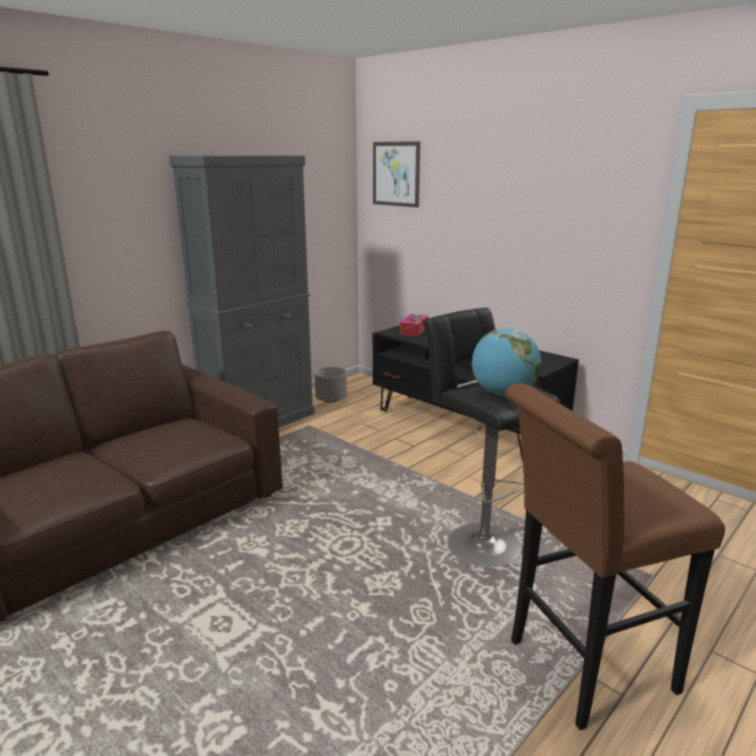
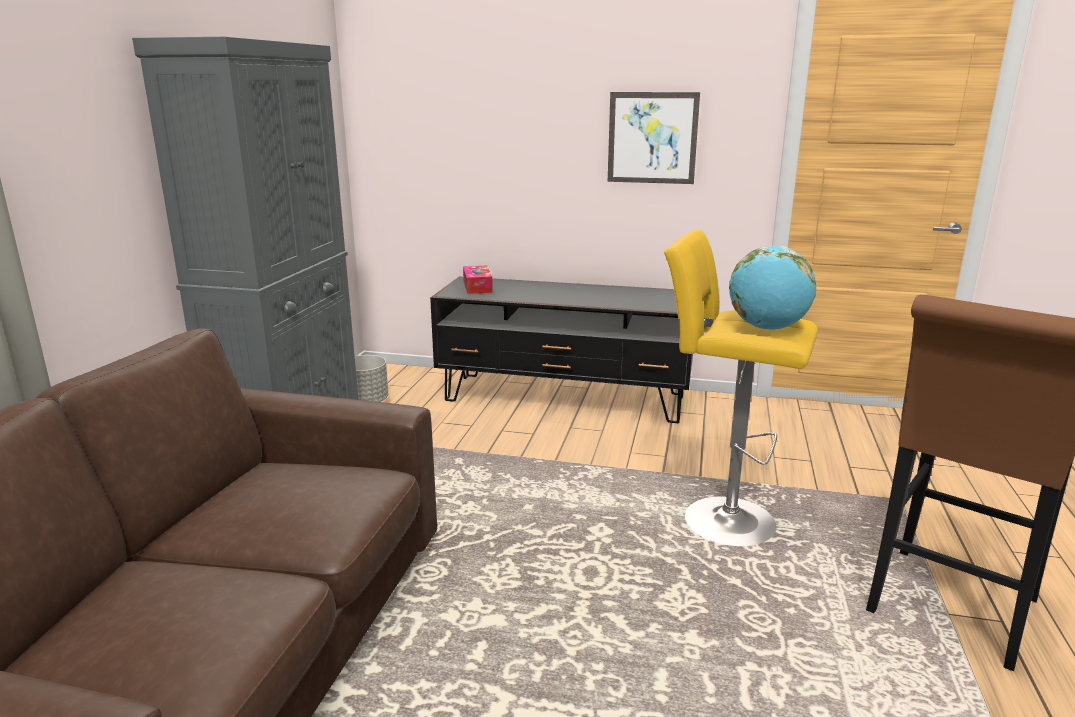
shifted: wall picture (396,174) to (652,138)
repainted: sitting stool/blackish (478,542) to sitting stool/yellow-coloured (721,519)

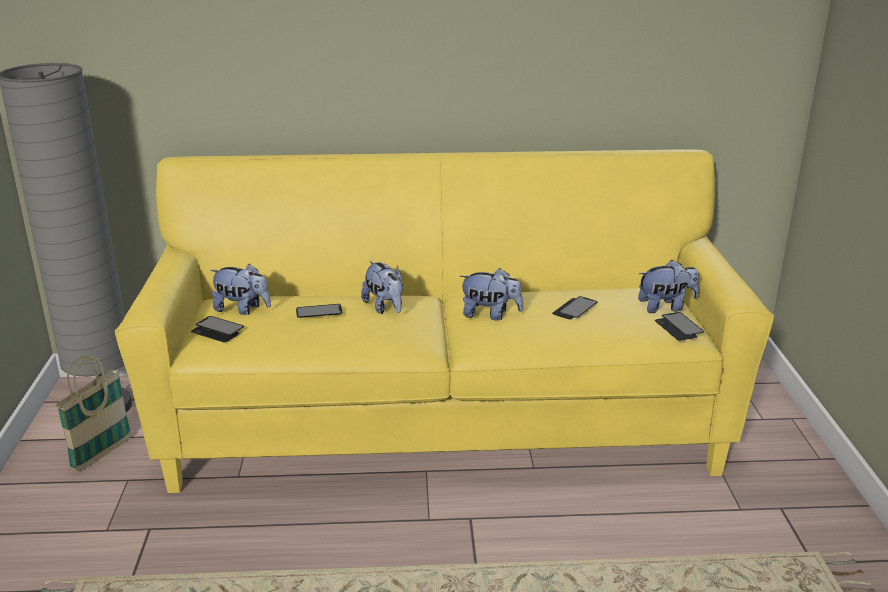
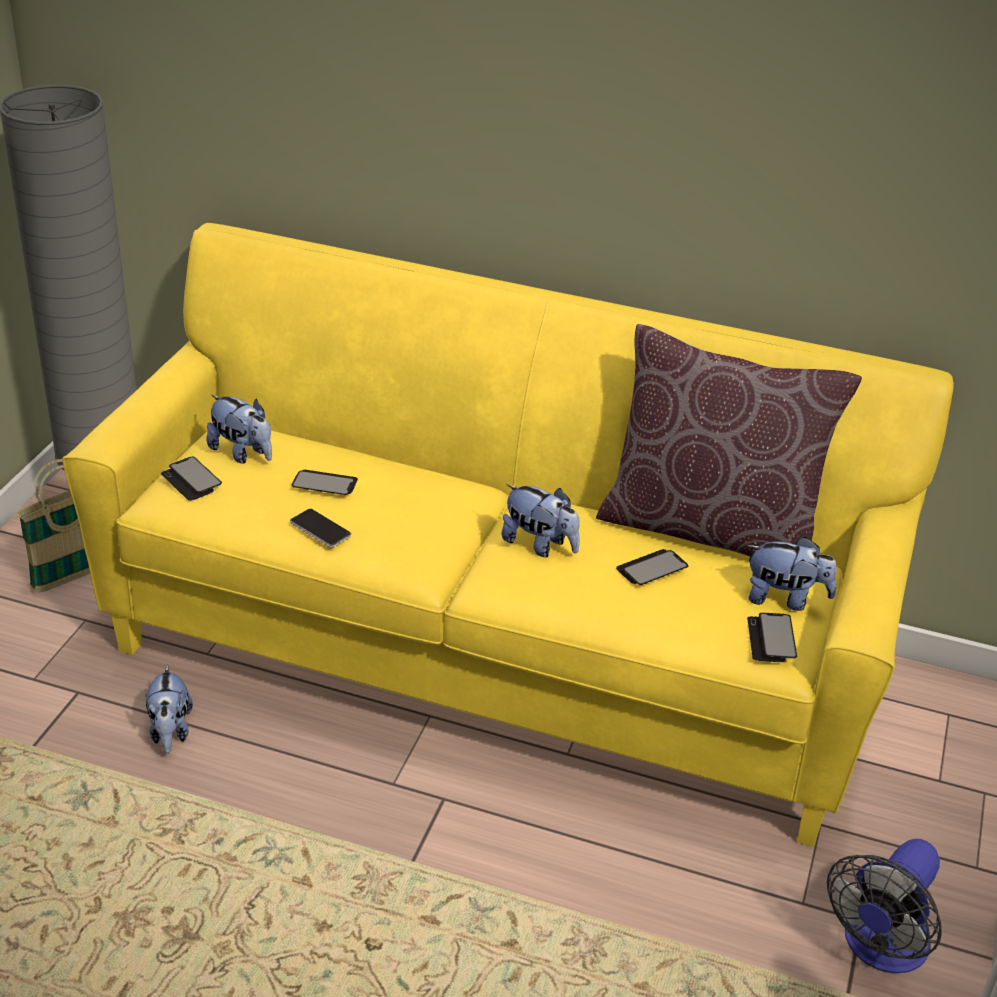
new: handset (320,529); pillow/brown (710,529); electric fan (879,948)
shifted: plush toy (385,308) to (170,731)

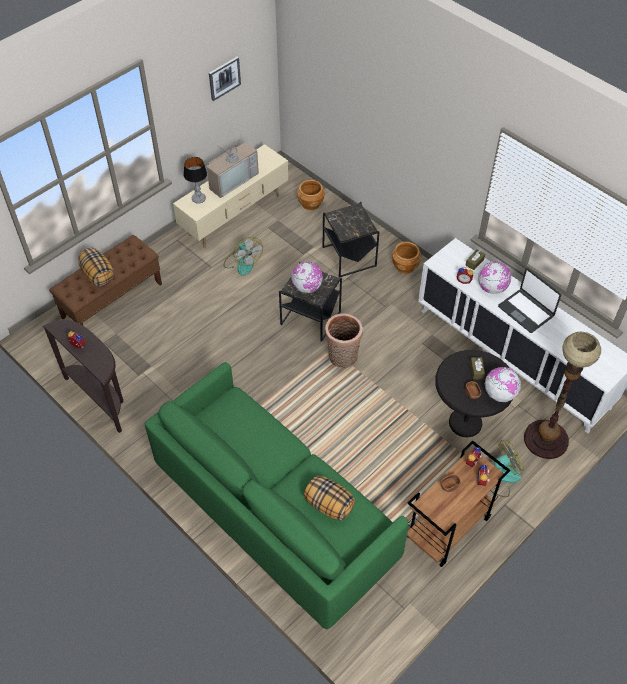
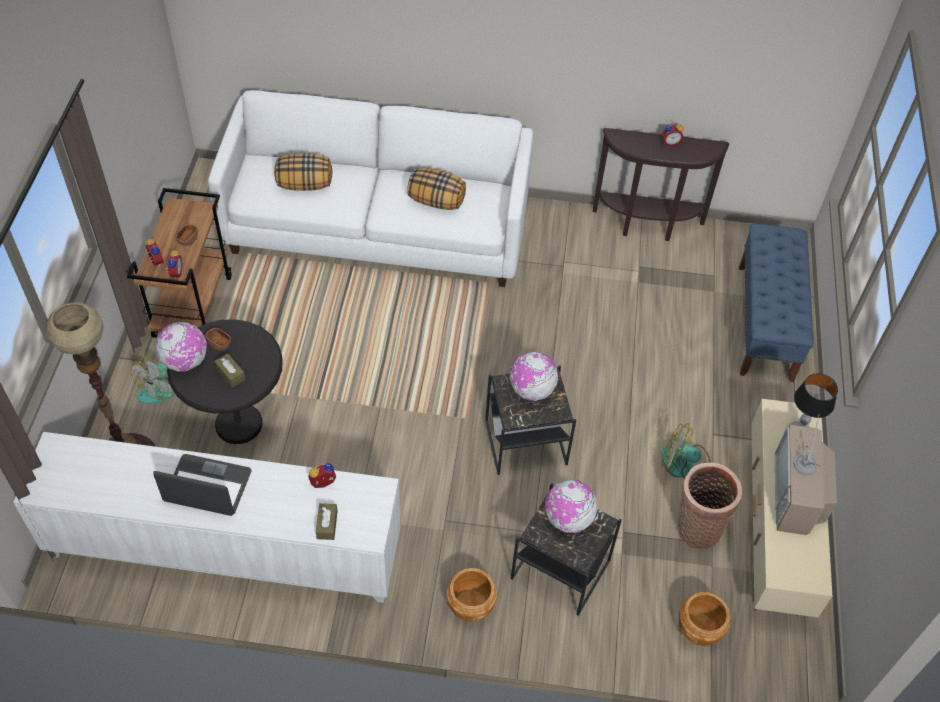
gone: wall picture (224,78)
shifted: pillow (98,275) to (436,201); basket (342,358) to (697,527); world globe (492,288) to (568,519)
repainted: long seat/brown (112,300) to long seat/bluish (765,322); sofa/green (274,512) to sofa/whitish (378,227)

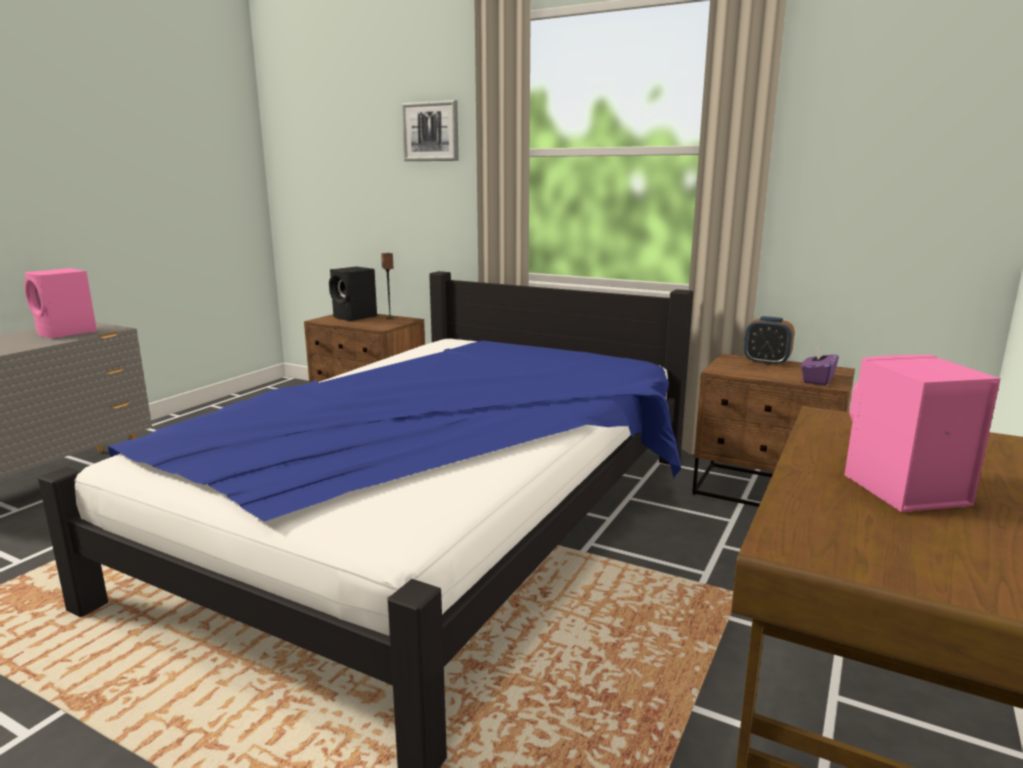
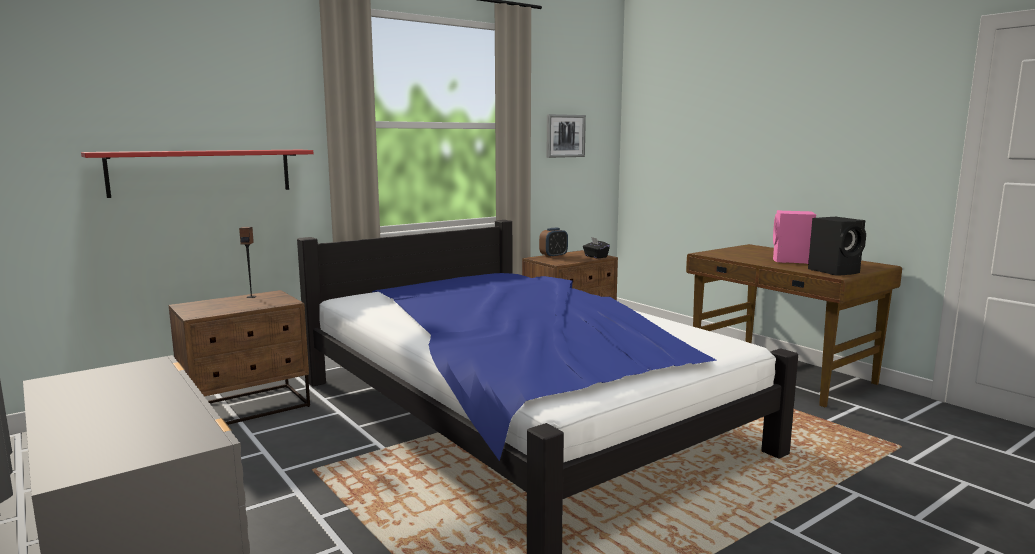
gone: loudspeaker/pink (67,333)
new: shelf/red (202,172)
shifted: loudspeaker/blackish (355,317) to (835,271); wall picture (431,131) to (565,136)
repainted: box of tissues/purplish (817,380) to box of tissues/blackish (595,256)

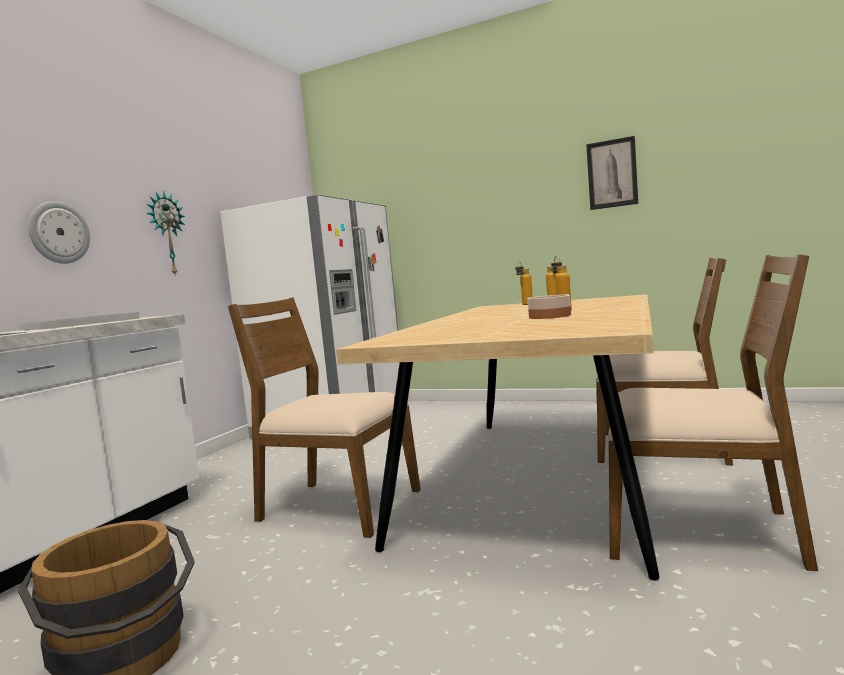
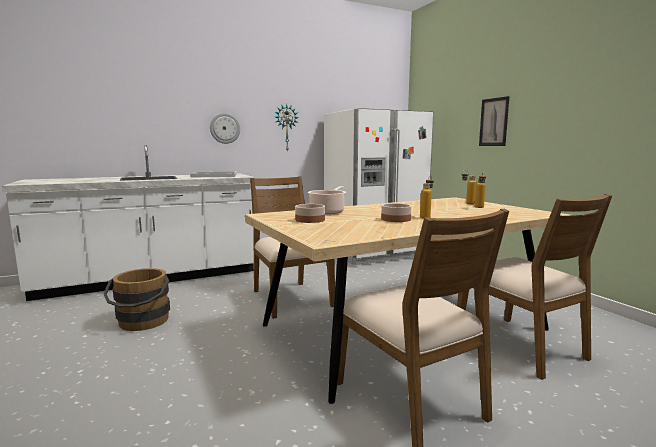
new: deep dish (309,220); cooking pot (328,212)
shifted: wall picture (612,173) to (494,122)

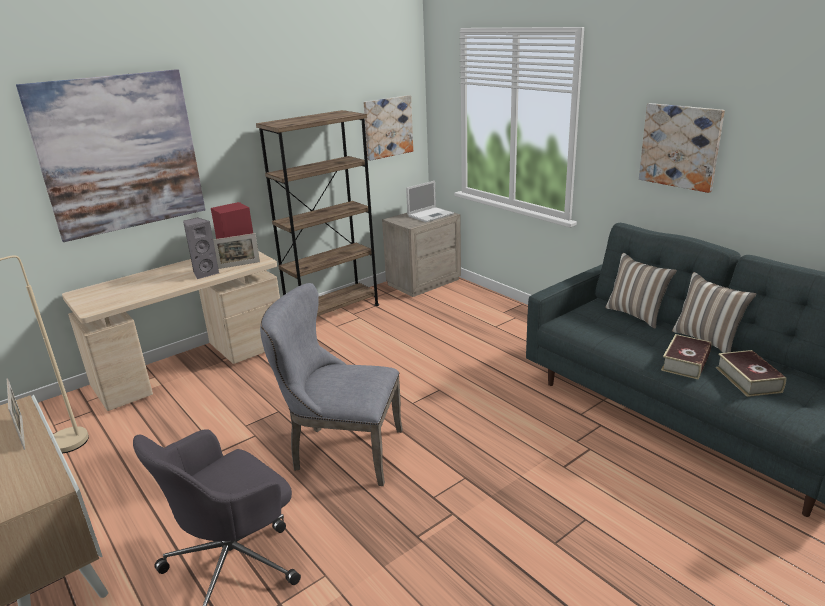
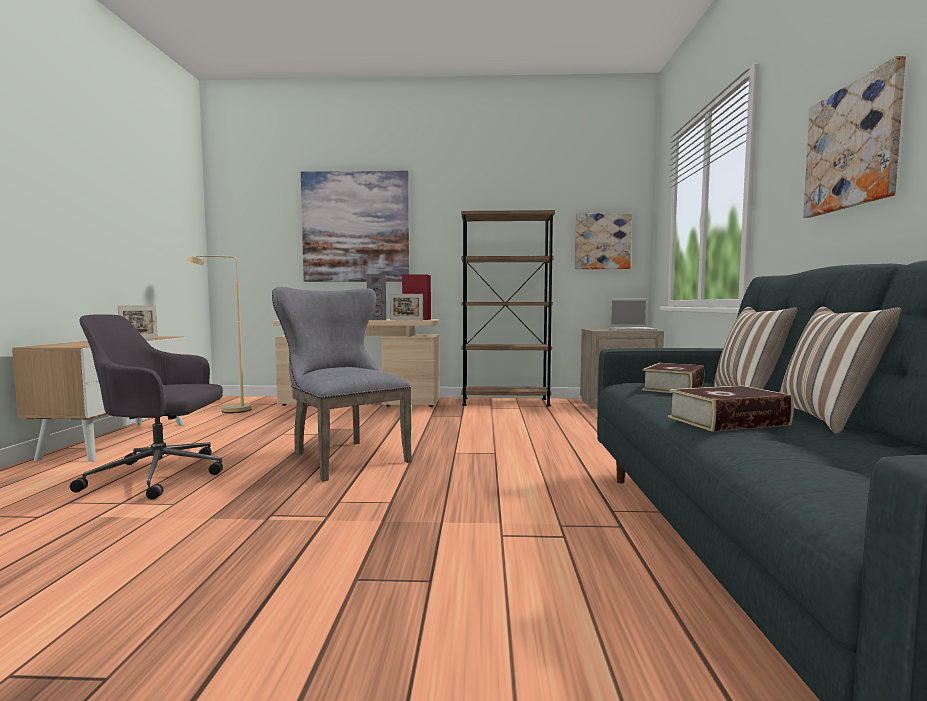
shifted: bound book (748,379) to (673,387)

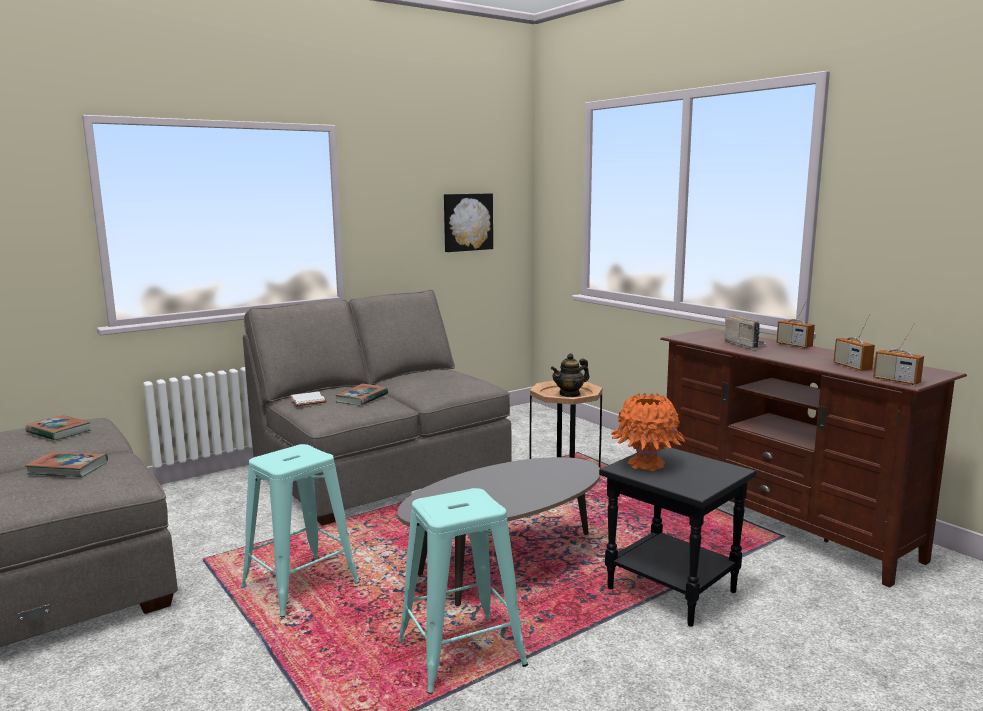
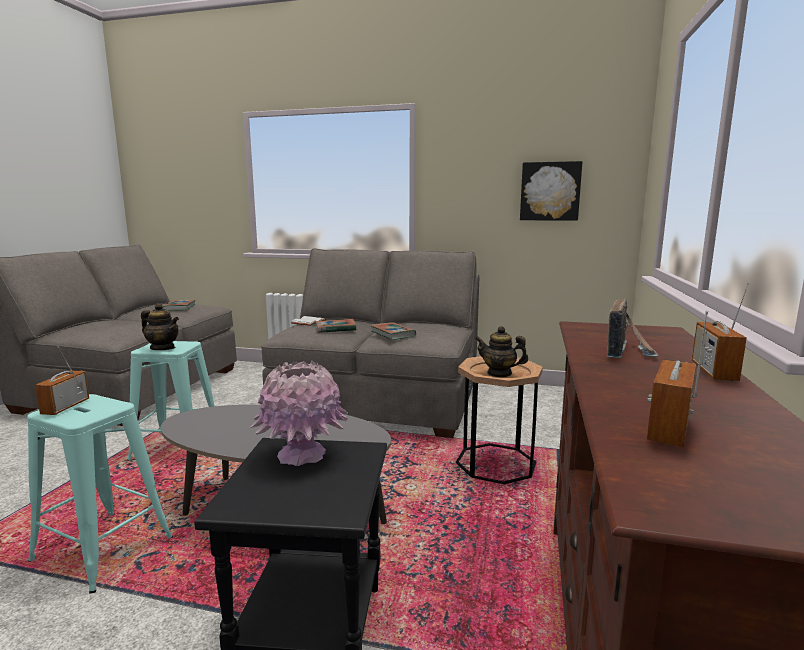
new: pot for tea (163,348)
shifted: bound book (68,468) to (393,334); radio (896,381) to (65,407)
repainted: decorative vase/orangey (646,464) to decorative vase/pink (302,454)

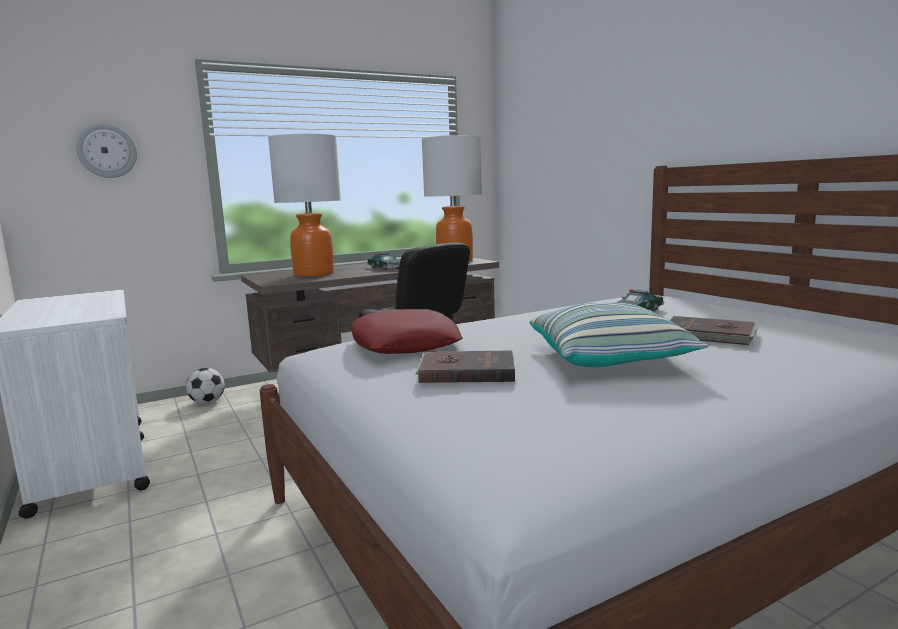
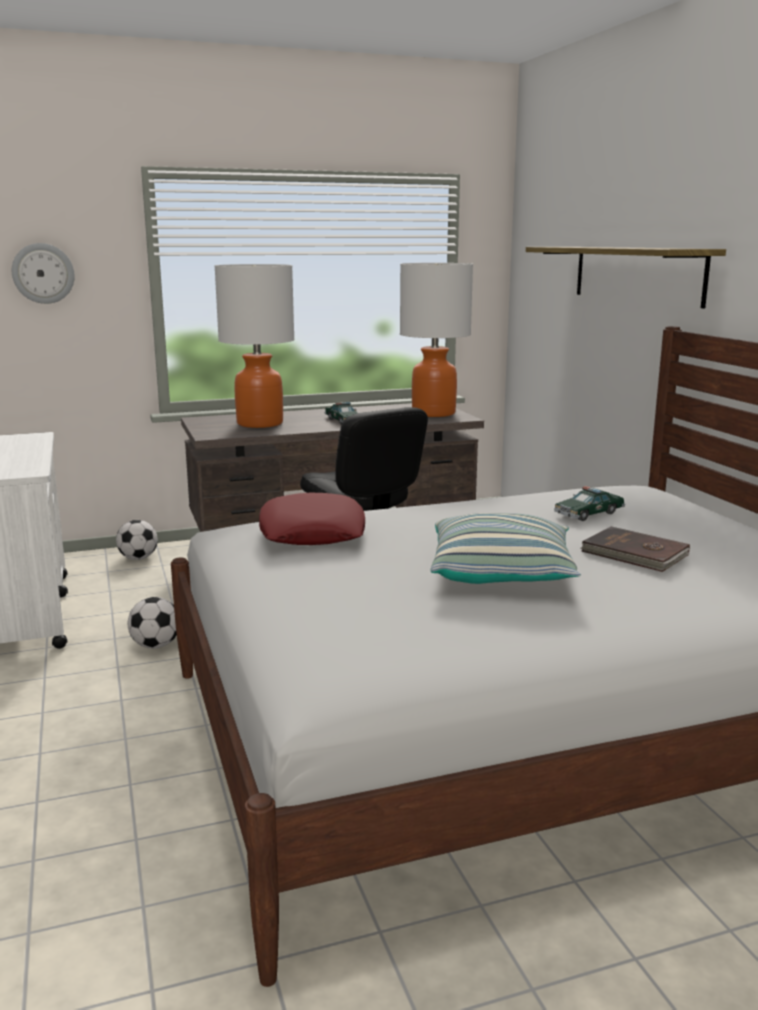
gone: bound book/brown (466,371)
new: football ball (156,645); shelf (636,274)

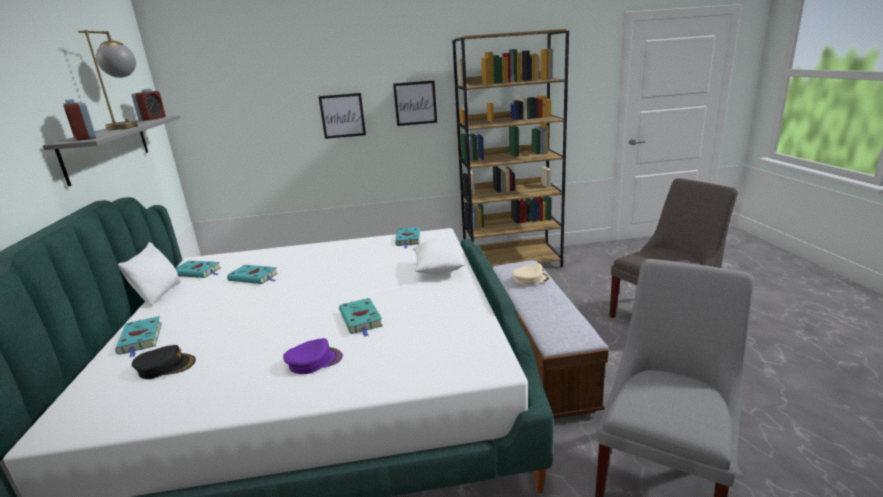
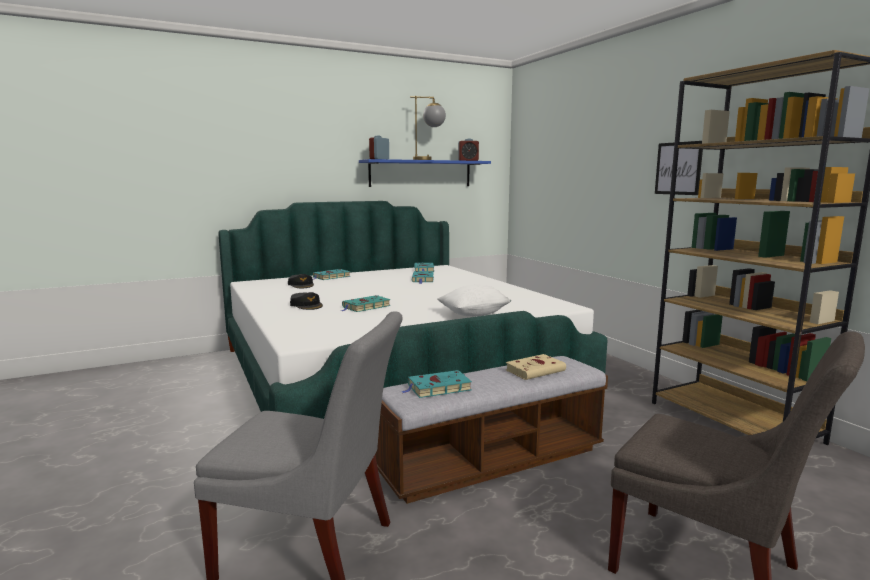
gone: pillow/whitish (159,294); wall picture (342,116)
shifted: bound book/blue-green (408,239) to (437,388)
swapped: peaked cap/sand-coloured (530,279) to bound book/sand-coloured (536,370)
repainted: shelf/grey (107,148) to shelf/bluish (420,173); peaked cap/purplish (314,361) to peaked cap/blackish (306,305)

